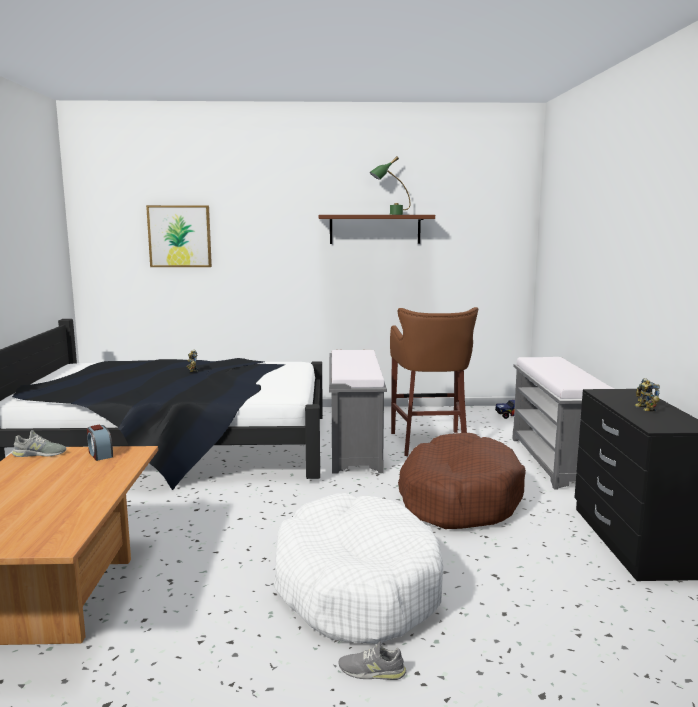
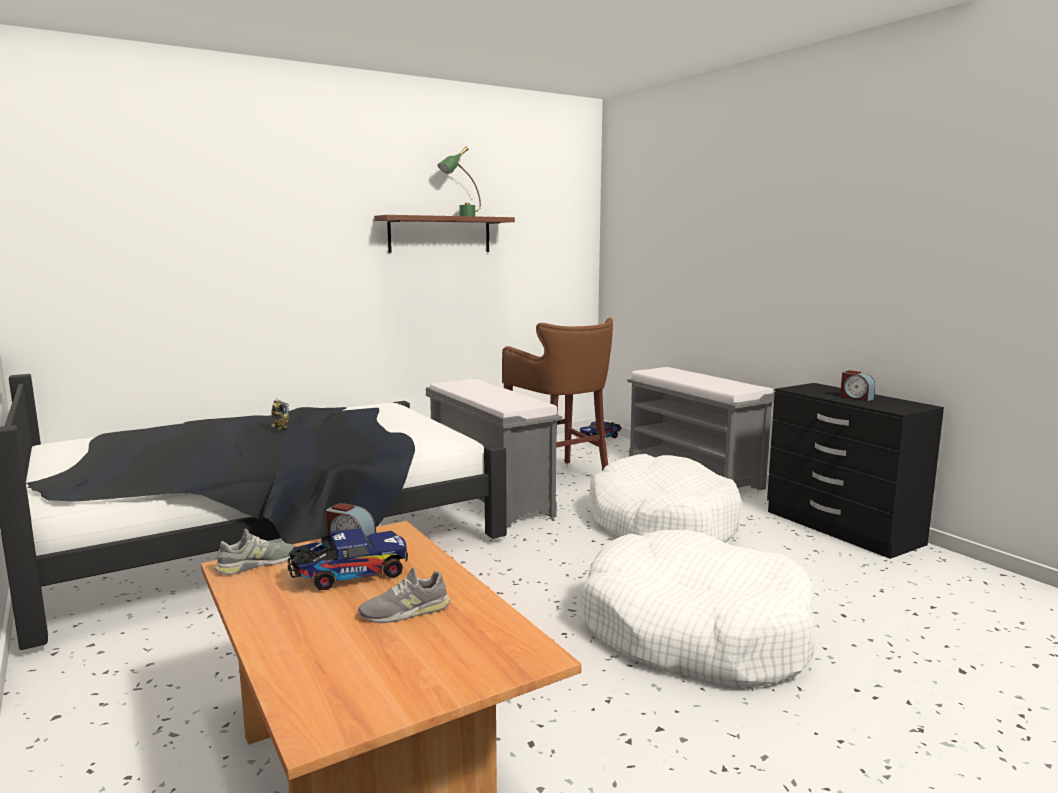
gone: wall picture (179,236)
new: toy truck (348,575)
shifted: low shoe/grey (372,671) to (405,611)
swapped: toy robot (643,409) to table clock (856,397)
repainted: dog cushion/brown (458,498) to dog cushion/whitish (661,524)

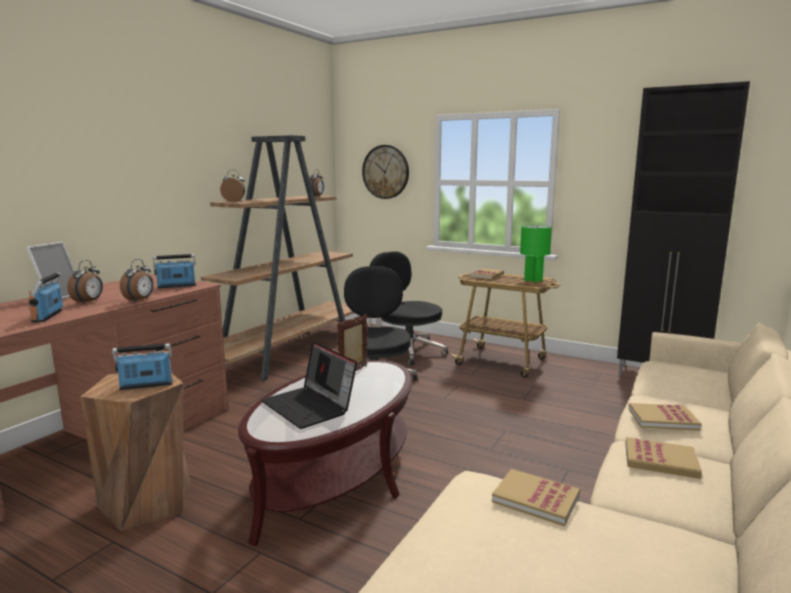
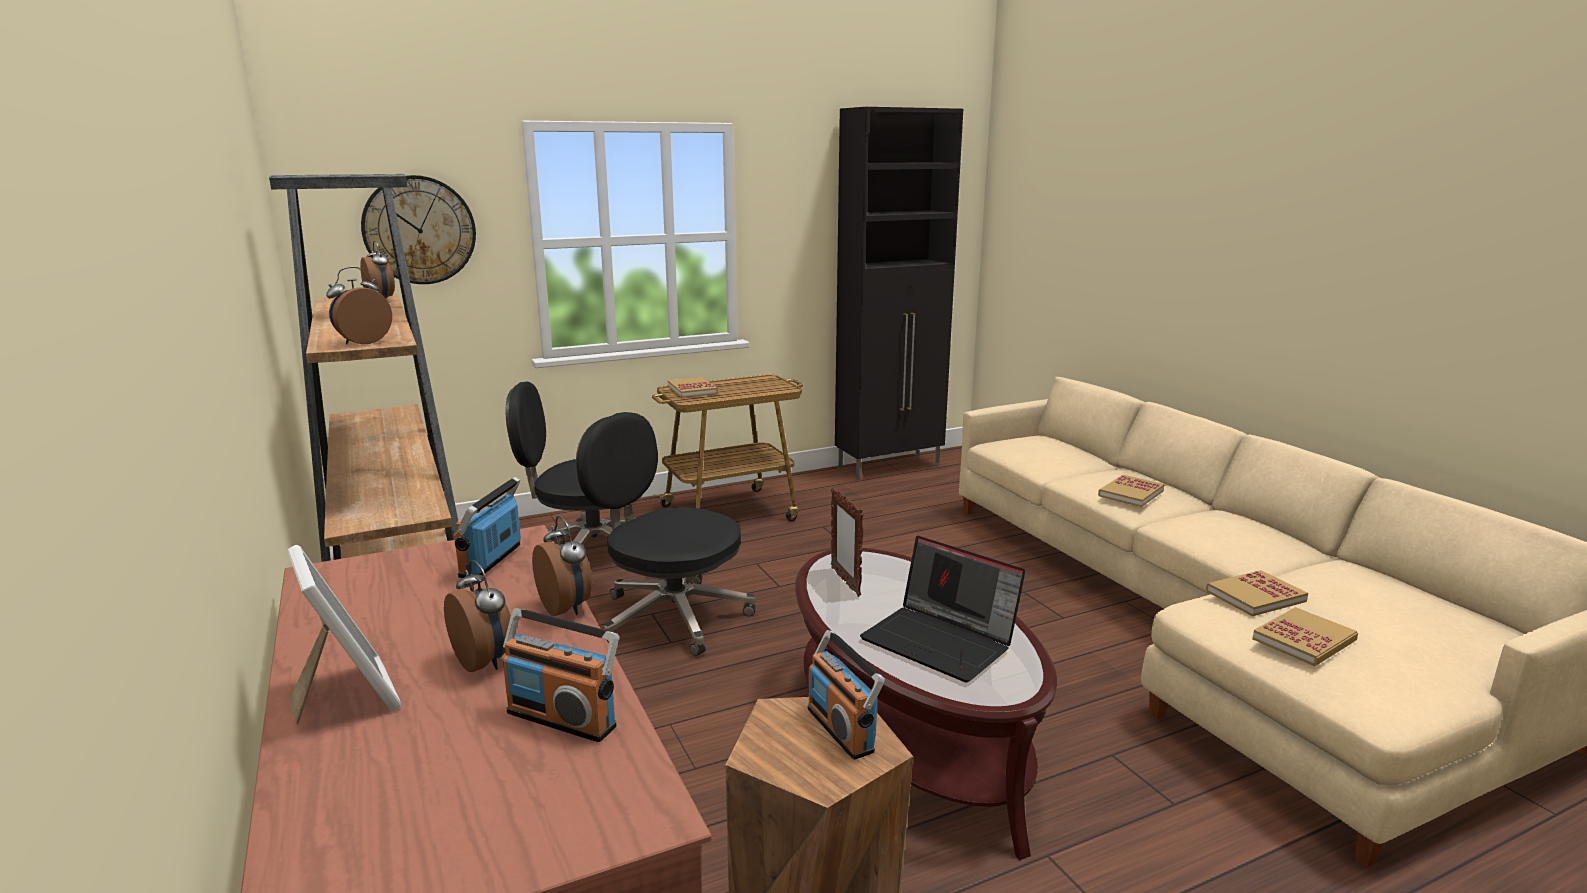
gone: tabletop lamp/green (533,280)
shifted: bound book (660,460) to (1304,640)
rotated: radio (146,385) = (841,729) 45 degrees counterclockwise; laptop (310,407) = (941,641) 45 degrees clockwise

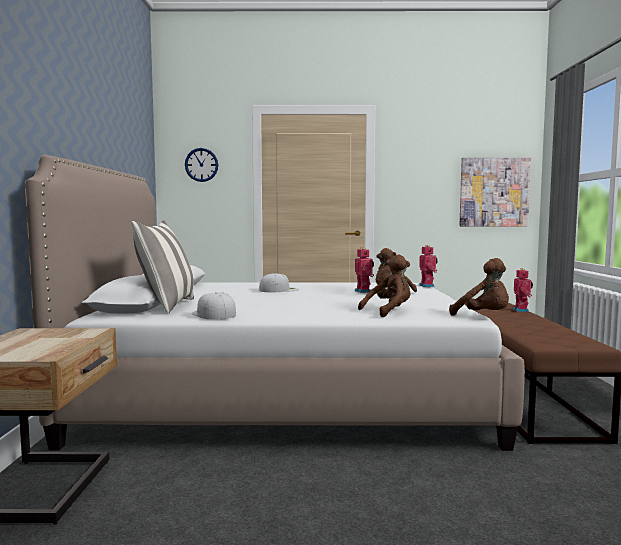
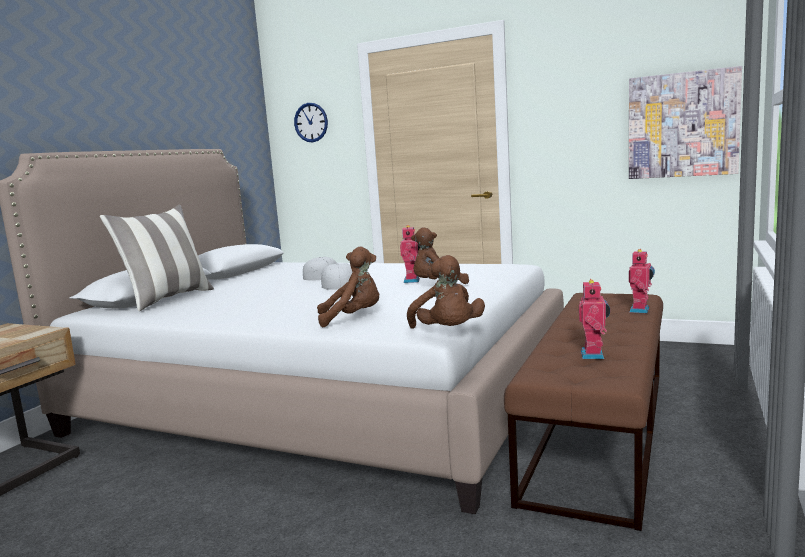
shifted: peaked cap/whitish (213,314) to (338,284); toy robot (427,286) to (594,355)

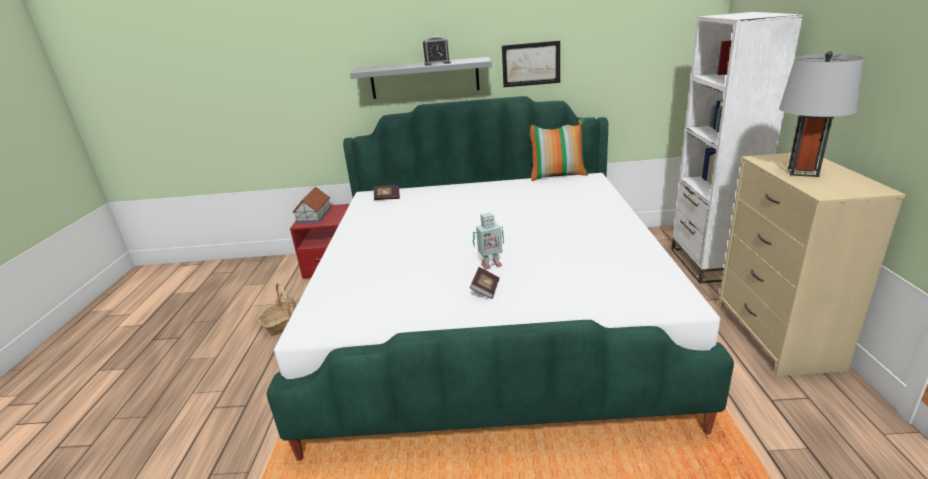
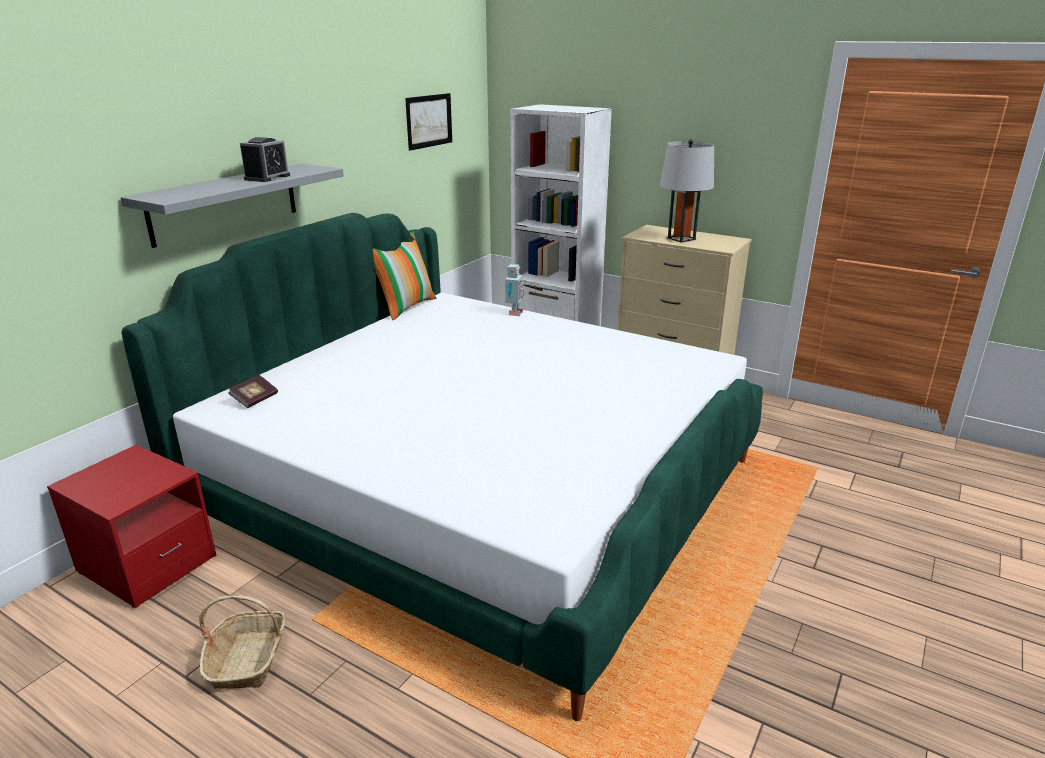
gone: miniature house (313,215); bound book (485,290)
shifted: toy robot (490,265) to (514,313); wall picture (531,64) to (429,121)

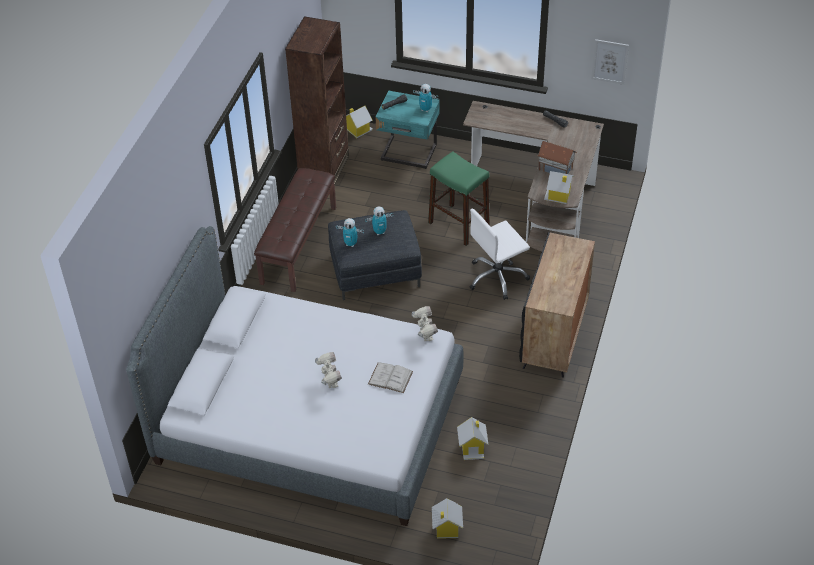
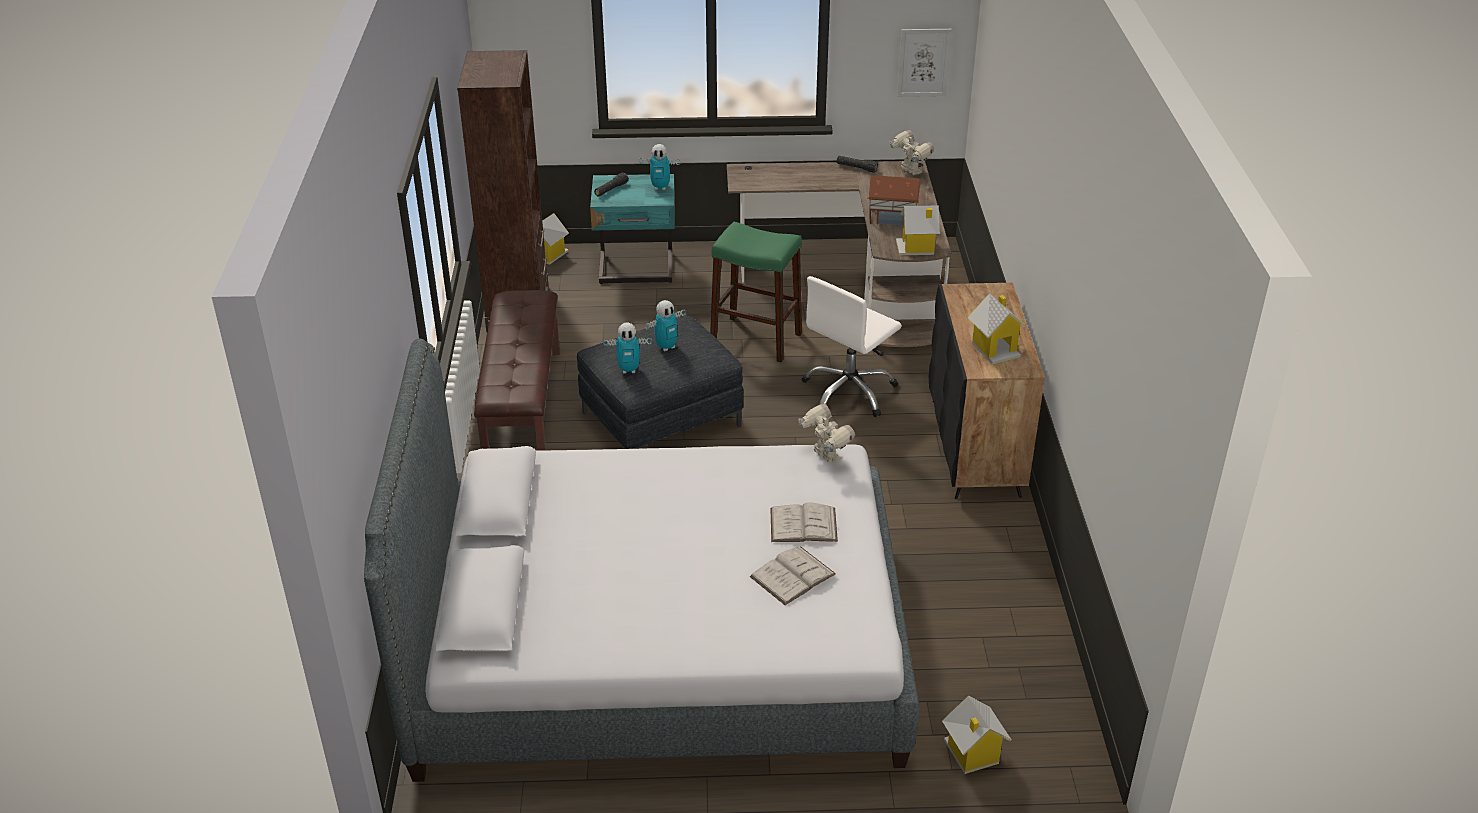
new: bound book/whitish (792,575)
shifted: toy robot (330,382) to (909,171); miniature house (472,448) to (995,348)

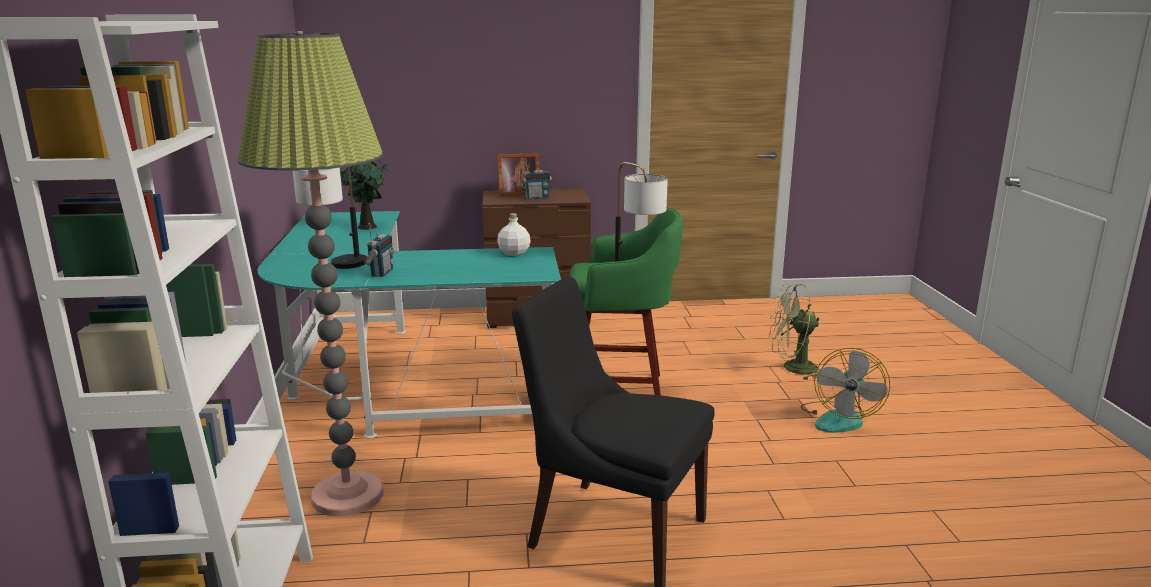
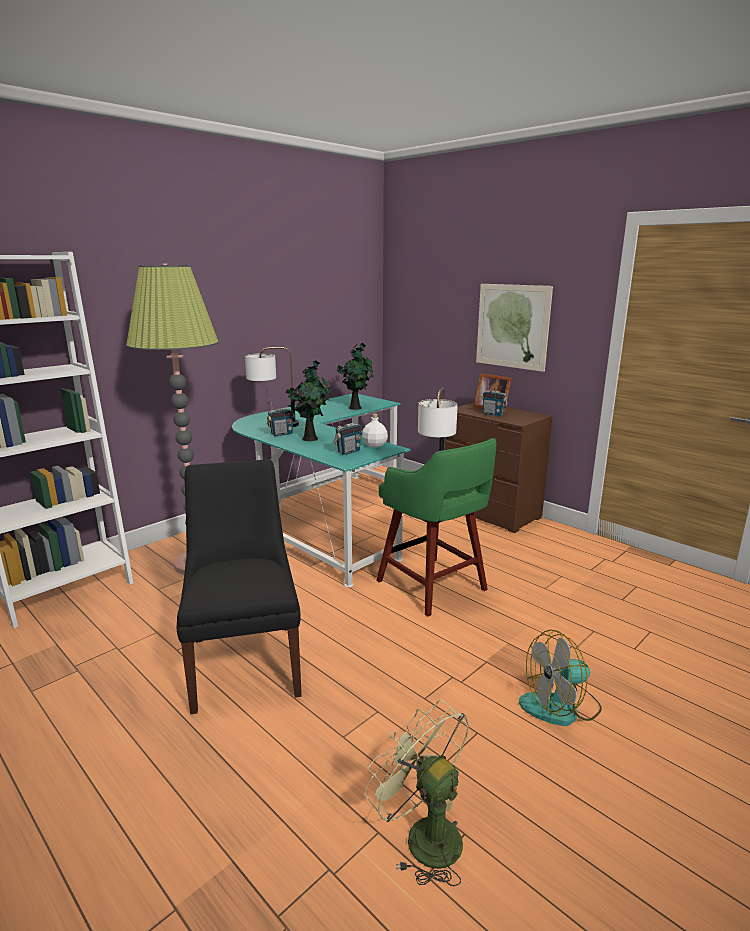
new: houseplant (310,438); radio (348,452); wall picture (512,326)
shifted: electric fan/green (792,369) to (423,835)

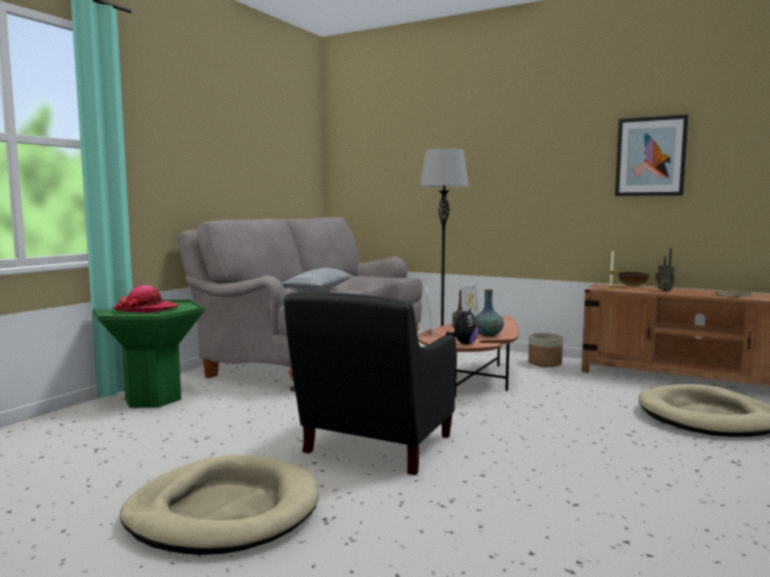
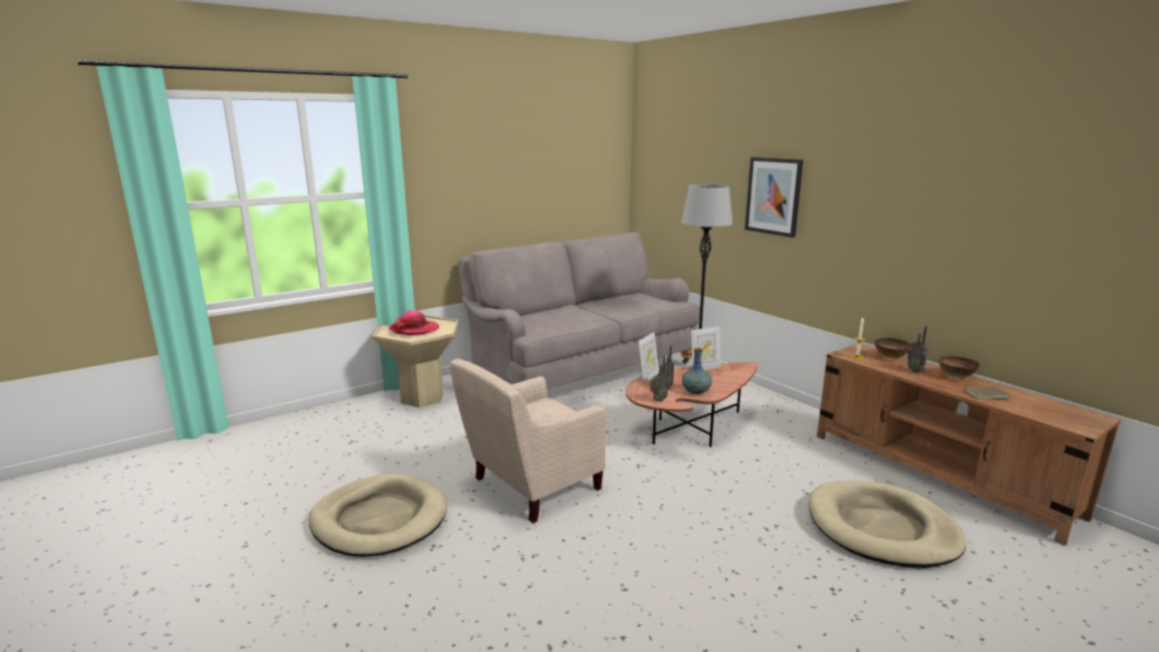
gone: pillow (319,289); flower pot (544,363)
new: deep dish (956,376)
shifted: wall picture (650,156) to (773,196)
swapped: plush toy (464,343) to radio (657,400)
repainted: side table/green (153,399) to side table/sand-coloured (422,398); armchair/blackish (373,447) to armchair/sand-coloured (529,486)

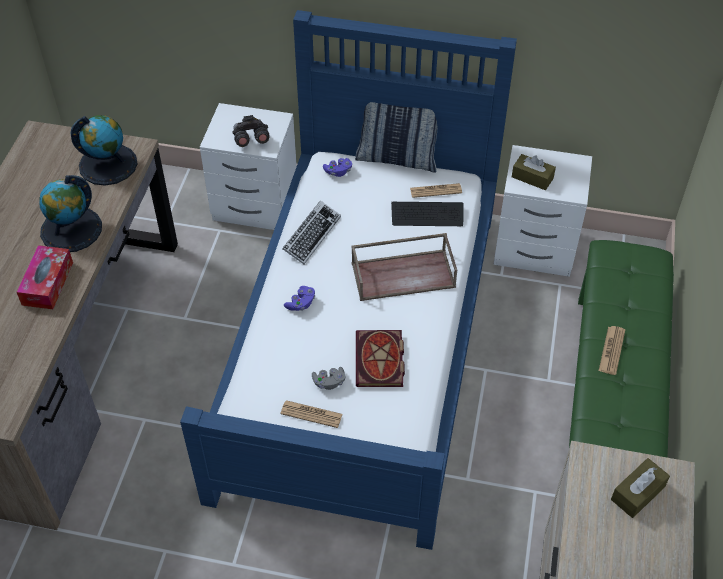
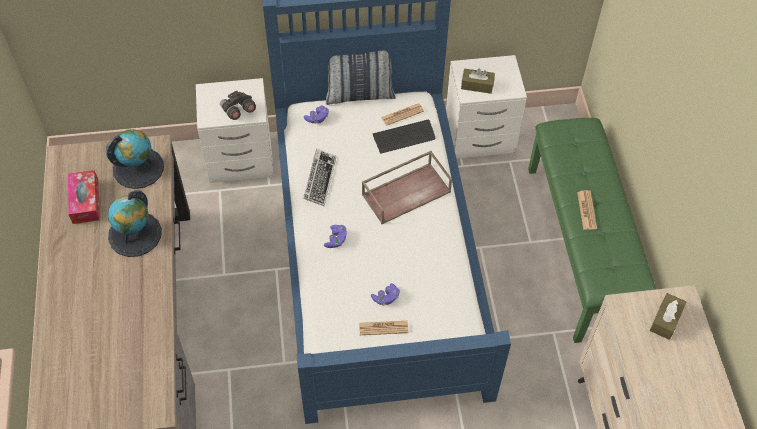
gone: bound book (380,362)
shifted: box of tissues (47,283) to (85,201)
repainted: joypad/grey (329,382) to joypad/purplish (386,298)

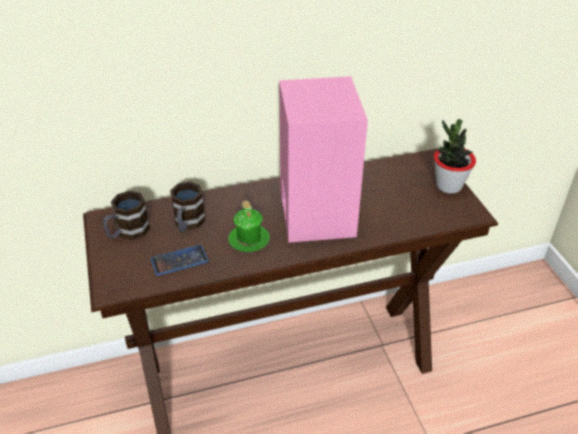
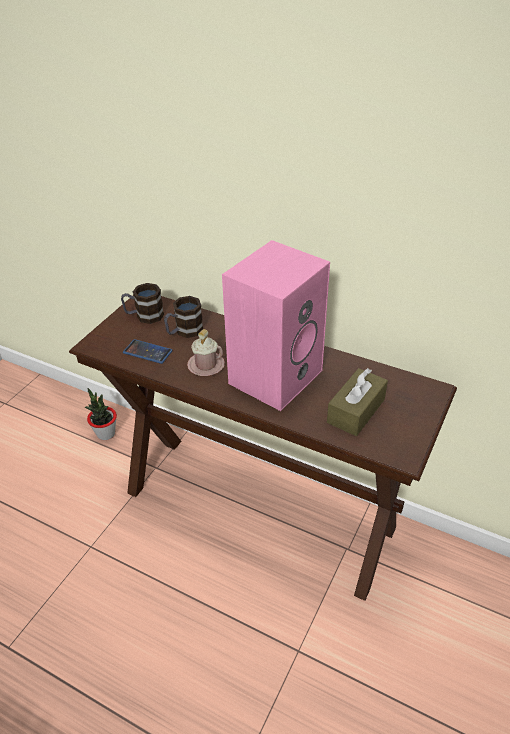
new: box of tissues/brown (356,411)
shifted: houseplant (448,186) to (106,433)
repainted: tea mug/green (249,239) to tea mug/pink (206,365)

